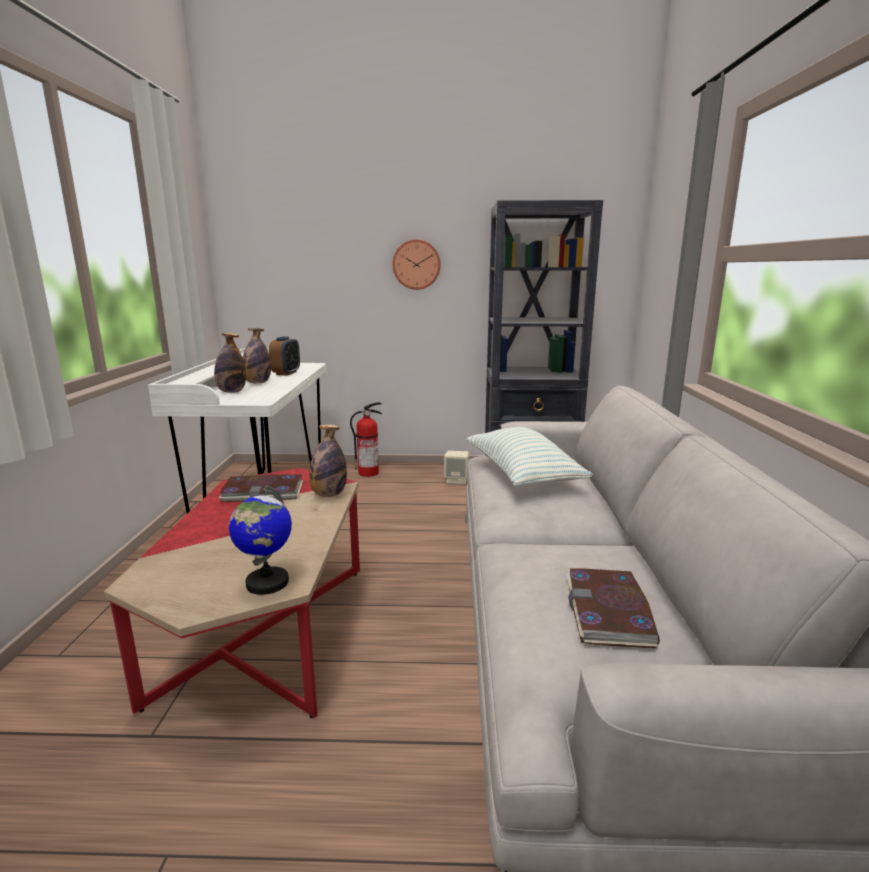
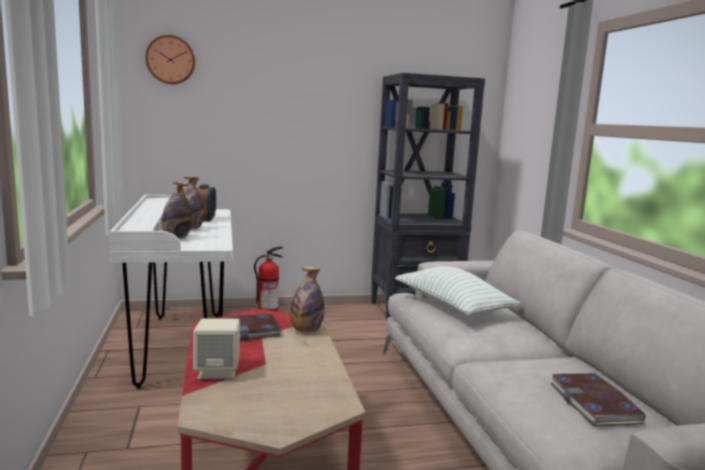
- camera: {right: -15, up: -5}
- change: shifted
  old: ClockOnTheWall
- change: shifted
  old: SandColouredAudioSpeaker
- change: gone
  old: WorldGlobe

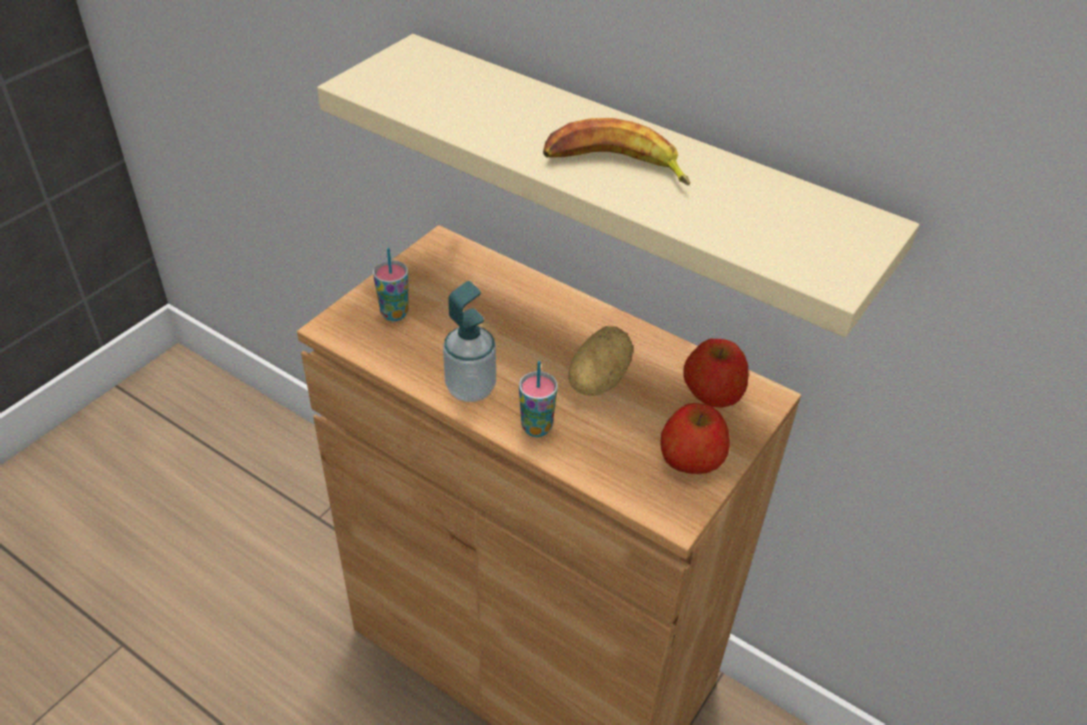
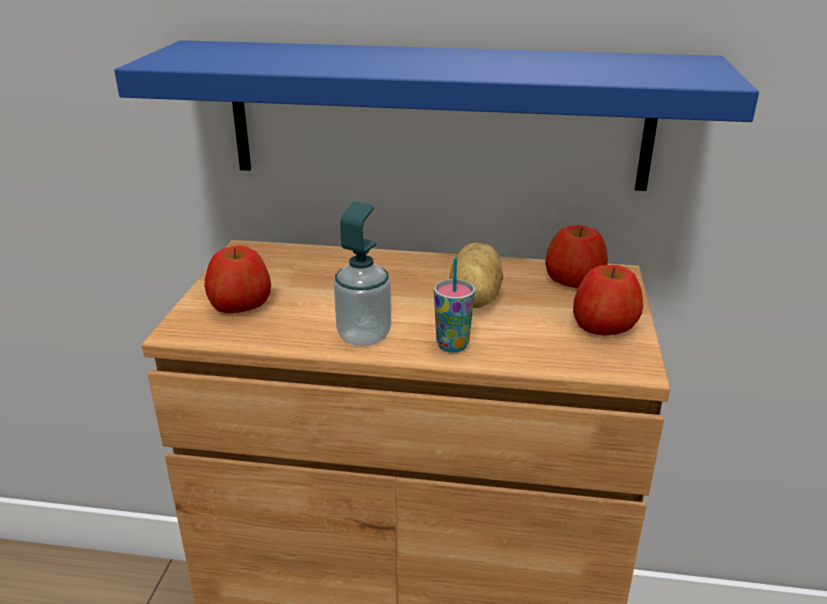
- camera: {right: -25, up: -15}
- change: repainted
  old: SandColouredShelf
  new: BlueColouredShelf
- change: swapped
  old: SmallCup (no. 1 from left)
  new: Apple (no. 1 from left)
- change: gone
  old: WholeBanana

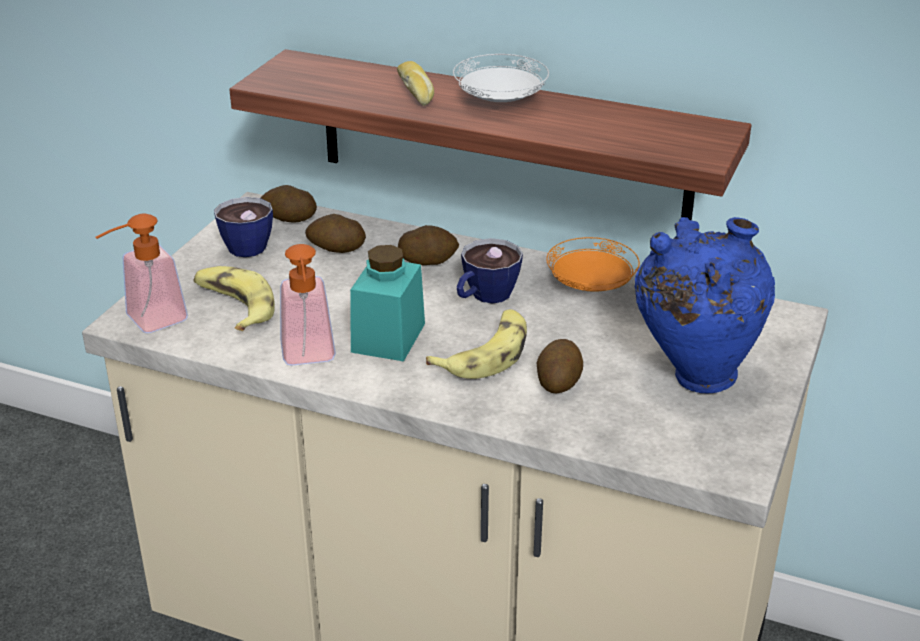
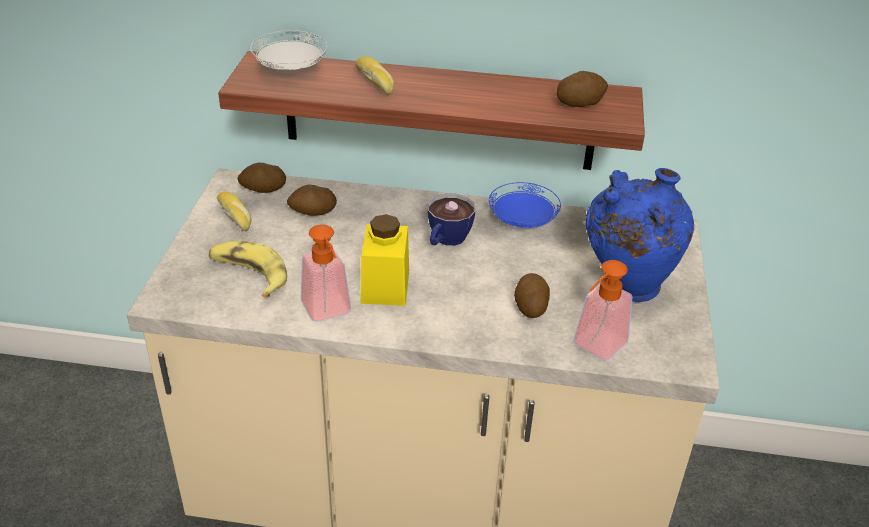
- camera: {right: -15, up: 5}
- change: swapped
  old: SmallCup (no. 1 from left)
  new: BakedBread (no. 1 from left)
- change: shifted
  old: WhitishFlatDish
- change: repainted
  old: TurquoiseColouredStorageJar
  new: YellowStorageJar
- change: repainted
  old: OrangeFlatDish
  new: BlueColouredFlatDish
- change: shifted
  old: WholePotato (no. 3 from left in the first image)
  new: WholePotato (no. 4 from left)
- change: shifted
  old: LiquidSoapBottle (no. 1 from left in the first image)
  new: LiquidSoapBottle (no. 2 from left)
- change: gone
  old: WholeBanana (no. 2 from left)

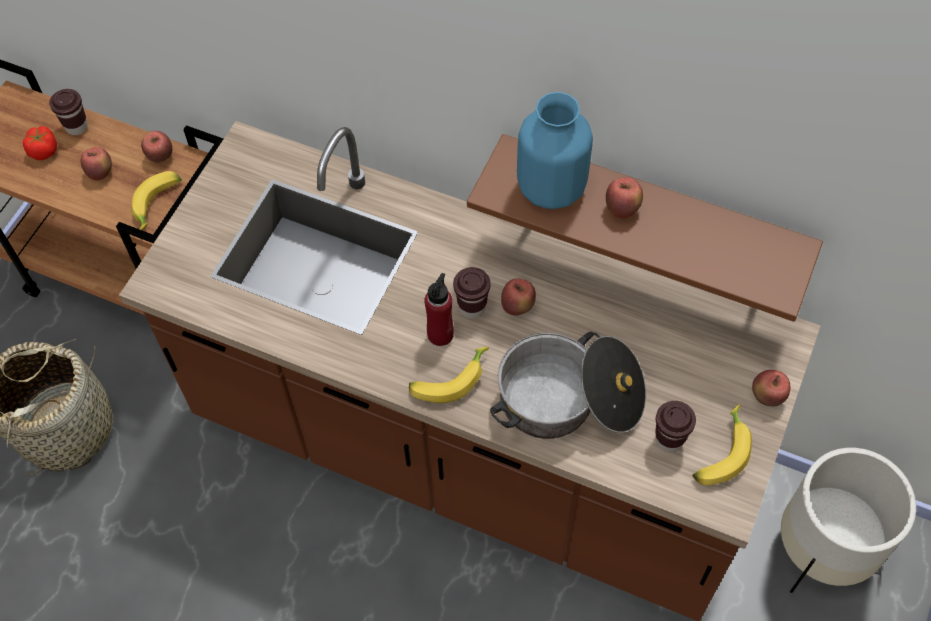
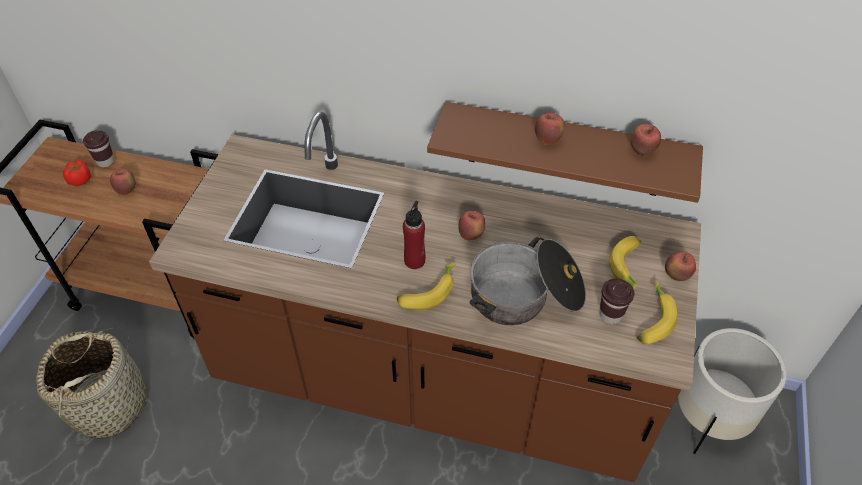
- camera: {right: -10, up: -10}
- change: shifted
  old: WholeBanana (no. 1 from left in the first image)
  new: WholeBanana (no. 2 from left)
- change: shifted
  old: Apple (no. 2 from left in the first image)
  new: Apple (no. 4 from left)
- change: gone
  old: BrownColouredSmallCup (no. 2 from left)
- change: gone
  old: BlueColouredVase

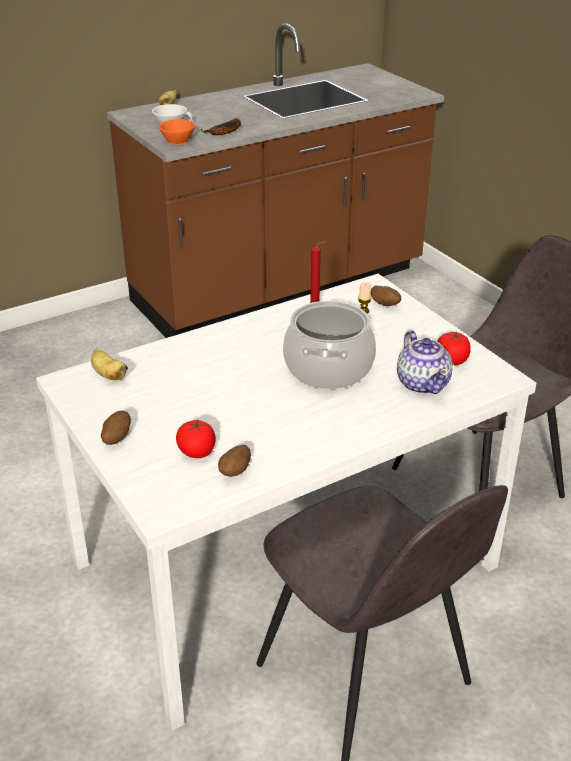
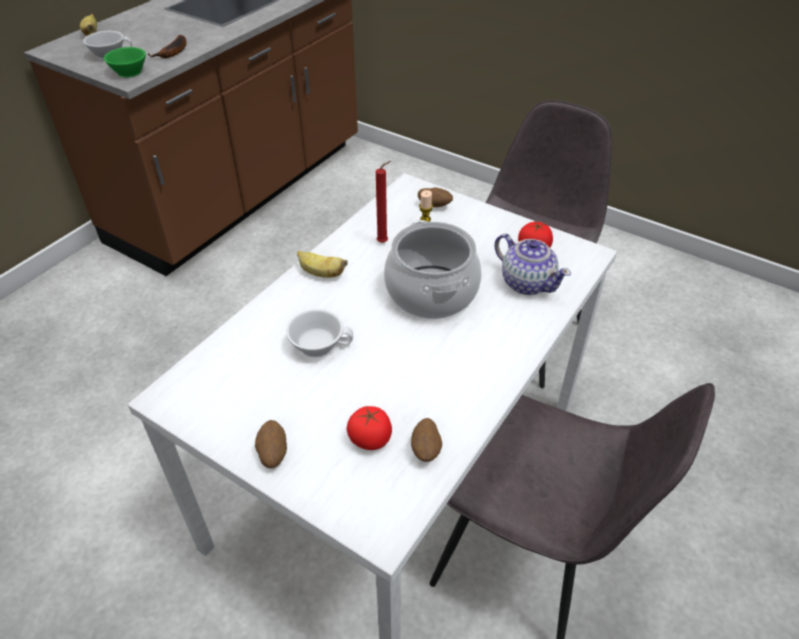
- camera: {right: -25, up: 10}
- change: repainted
  old: OrangeSmallCup
  new: GreenSmallCup
- change: new
  new: WhitishSmallCup (no. 2 from left)
- change: shifted
  old: WholeBanana (no. 1 from left in the first image)
  new: WholeBanana (no. 3 from left)

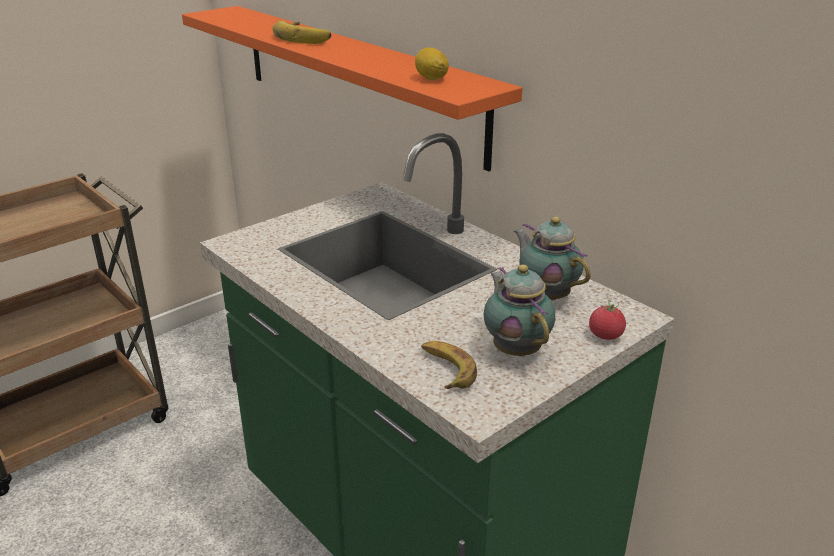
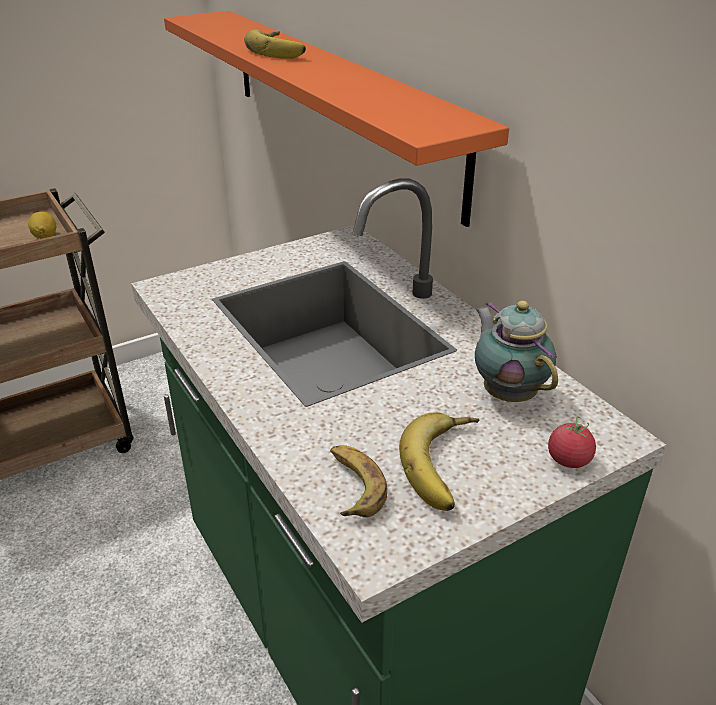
- camera: {right: 10, up: 5}
- change: shifted
  old: Lemon
- change: swapped
  old: TeaPot (no. 1 from left)
  new: WholeBanana (no. 3 from left)

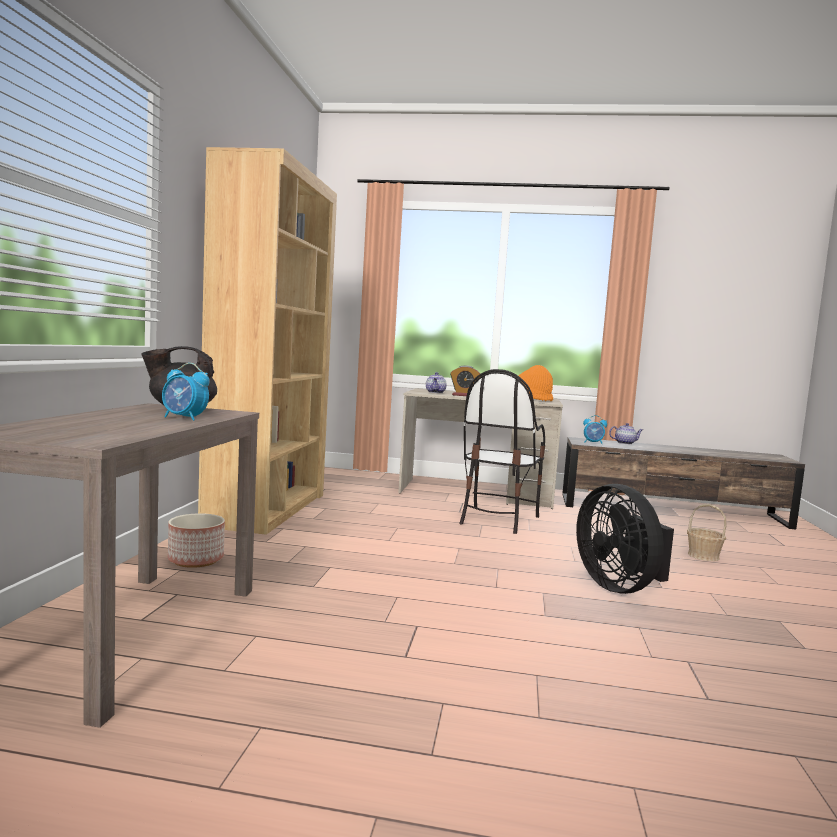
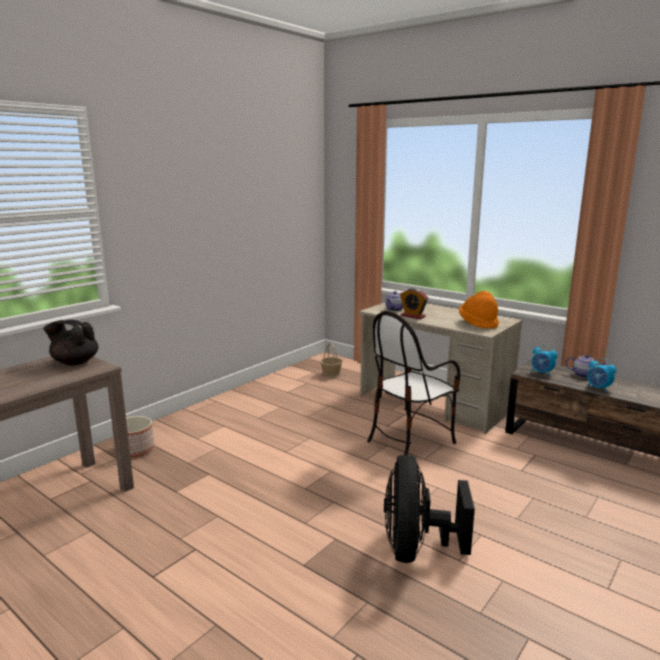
- camera: {right: 30, up: 10}
- change: shifted
  old: HouseholdBasket
- change: shifted
  old: AlarmClock (no. 1 from left in the first image)
  new: AlarmClock (no. 3 from left)
- change: gone
  old: BrownColouredBookcase

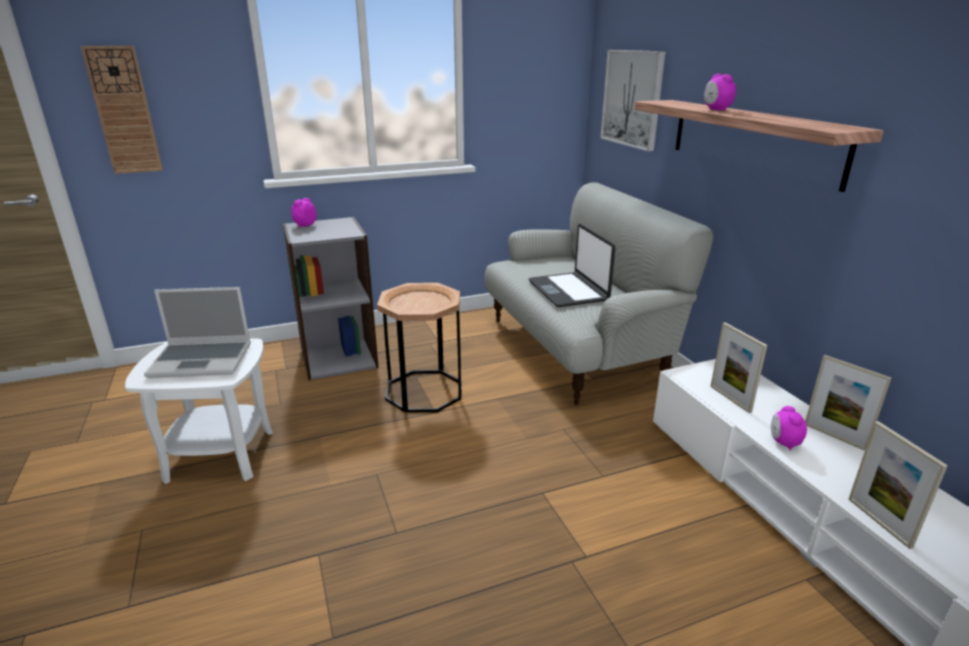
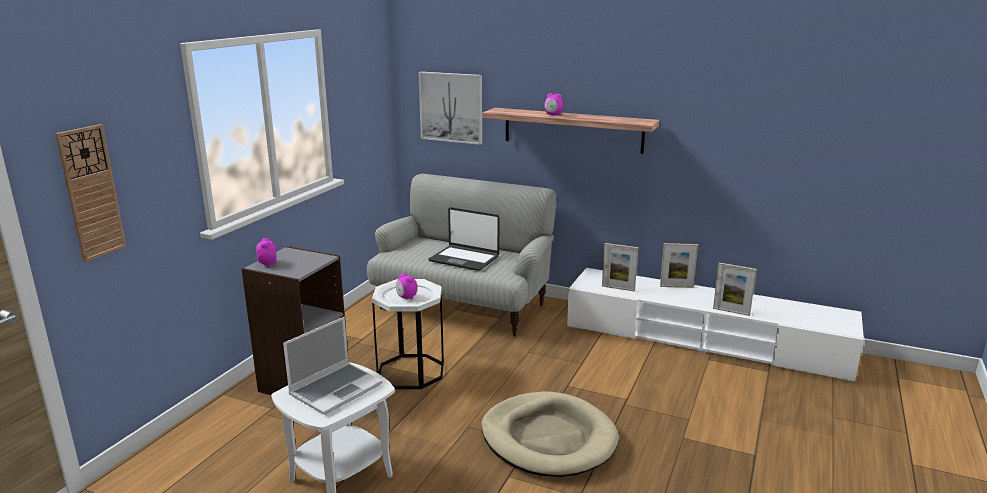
- camera: {right: -45, up: -5}
- change: repainted
  old: BrownColouredSideTable
  new: WhitishSideTable (no. 2 from left)
- change: shifted
  old: AlarmClock (no. 3 from left in the first image)
  new: AlarmClock (no. 2 from left)
- change: new
  new: SandColouredDogBed

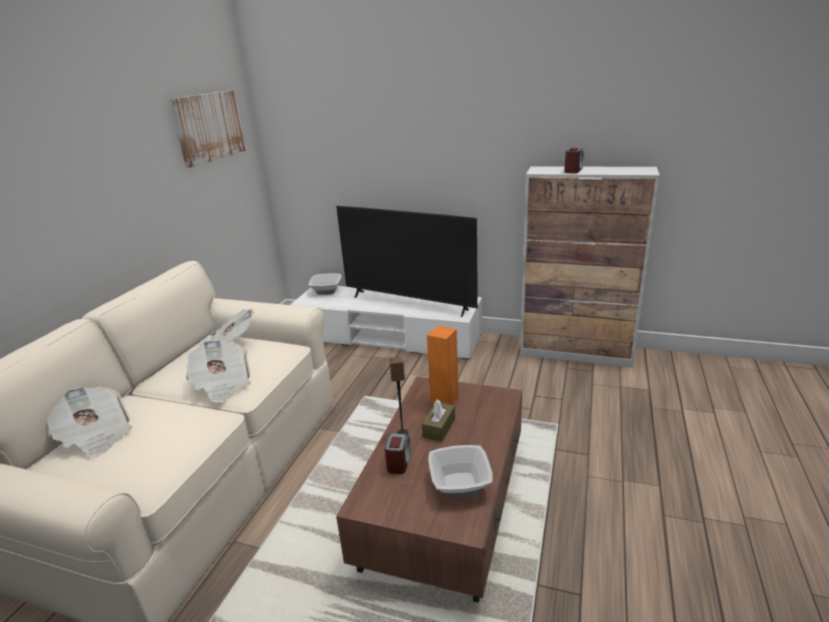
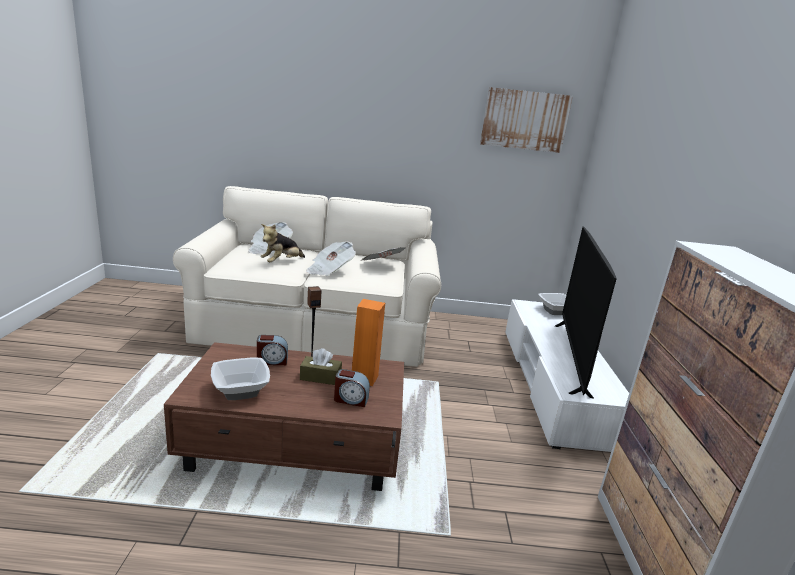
- camera: {right: 70, up: -5}
- change: new
  new: SoftToy
- change: shifted
  old: AlarmClock (no. 2 from left)

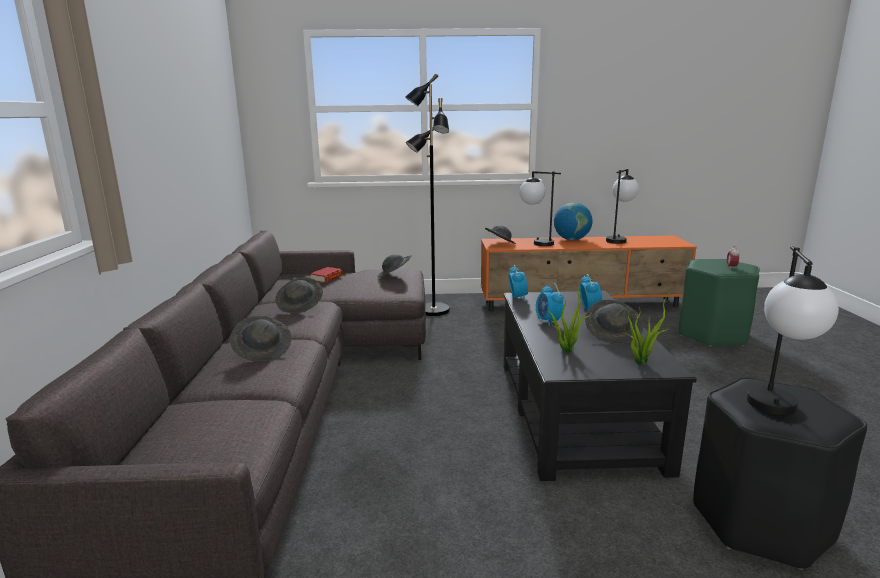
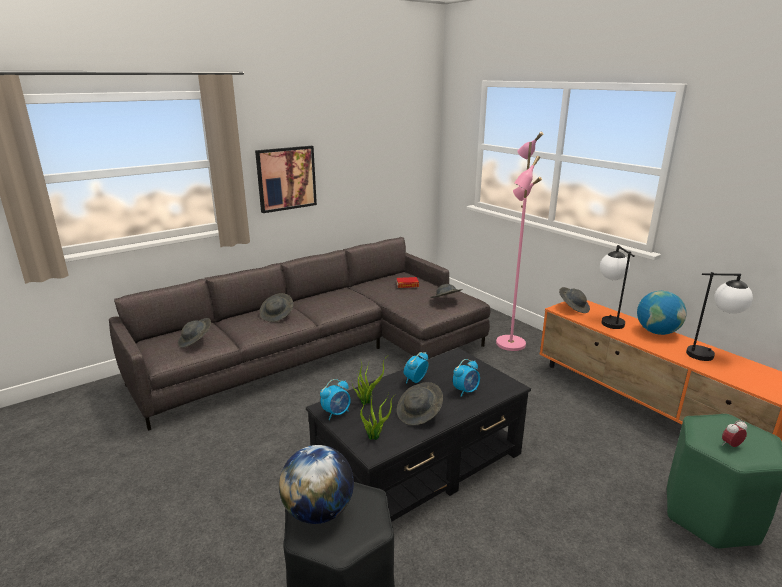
- camera: {right: 55, up: 5}
- change: shifted
  old: GreyHat (no. 2 from left in the first image)
  new: GreyHat (no. 1 from left)
- change: new
  new: WallPicture
- change: swapped
  old: TableLamp (no. 3 from left)
  new: WorldGlobe (no. 1 from left)
- change: shifted
  old: AlarmClock (no. 1 from left)
- change: repainted
  old: BlackishStandardLamp
  new: PinkishStandardLamp

